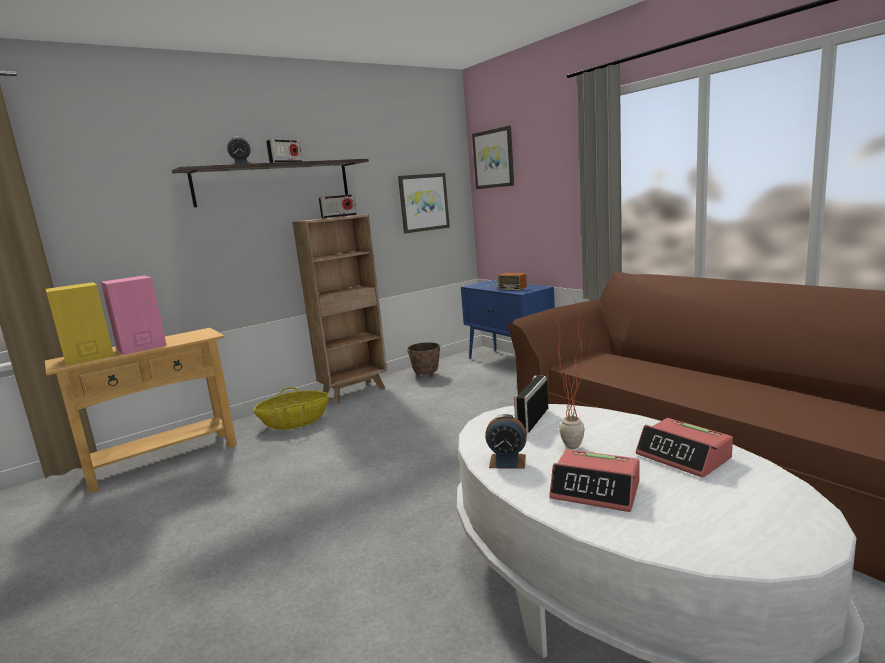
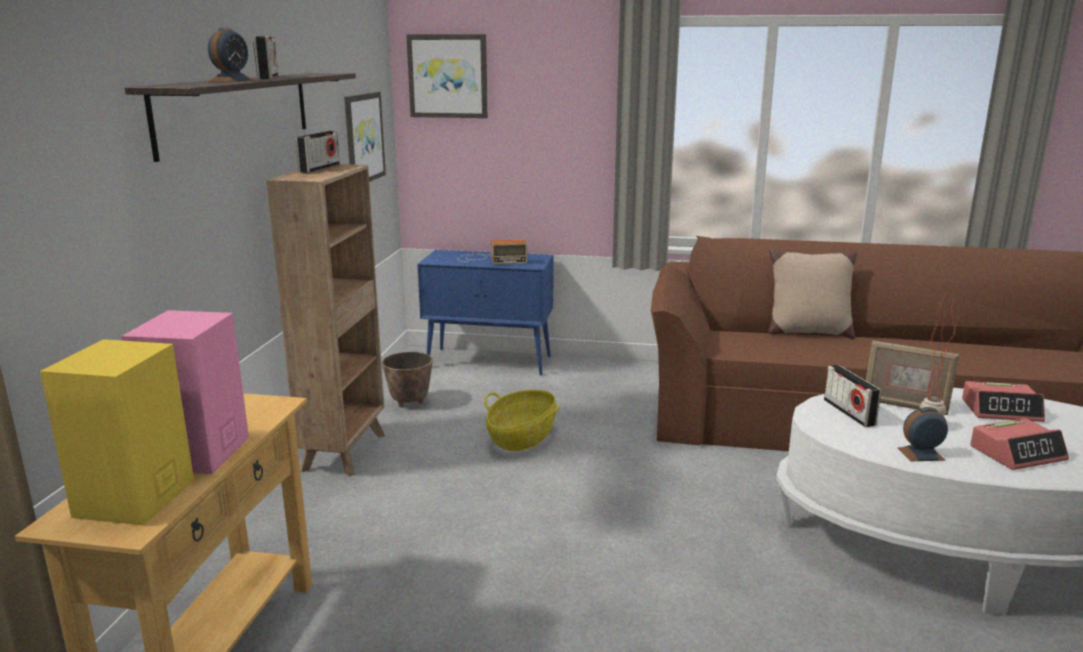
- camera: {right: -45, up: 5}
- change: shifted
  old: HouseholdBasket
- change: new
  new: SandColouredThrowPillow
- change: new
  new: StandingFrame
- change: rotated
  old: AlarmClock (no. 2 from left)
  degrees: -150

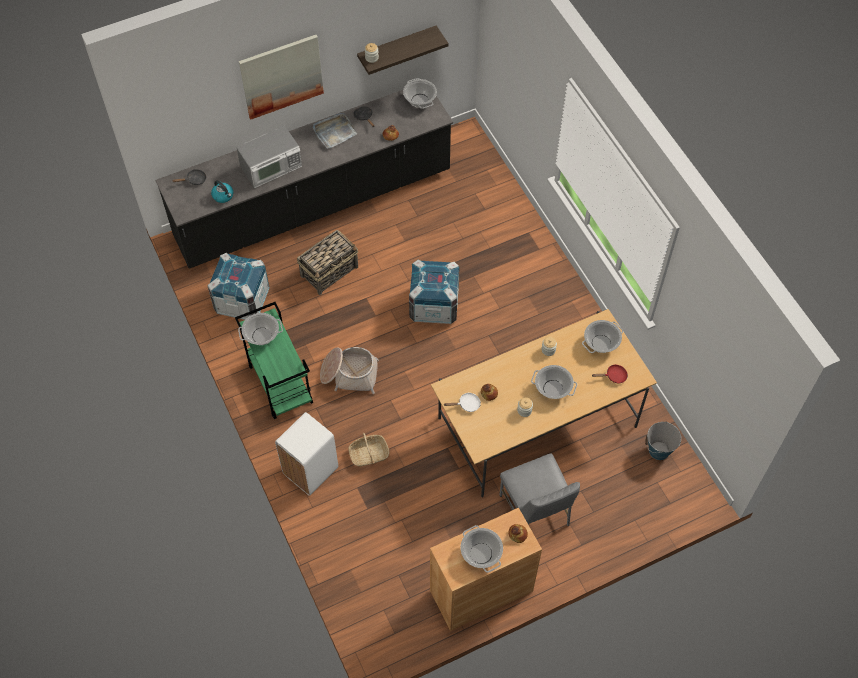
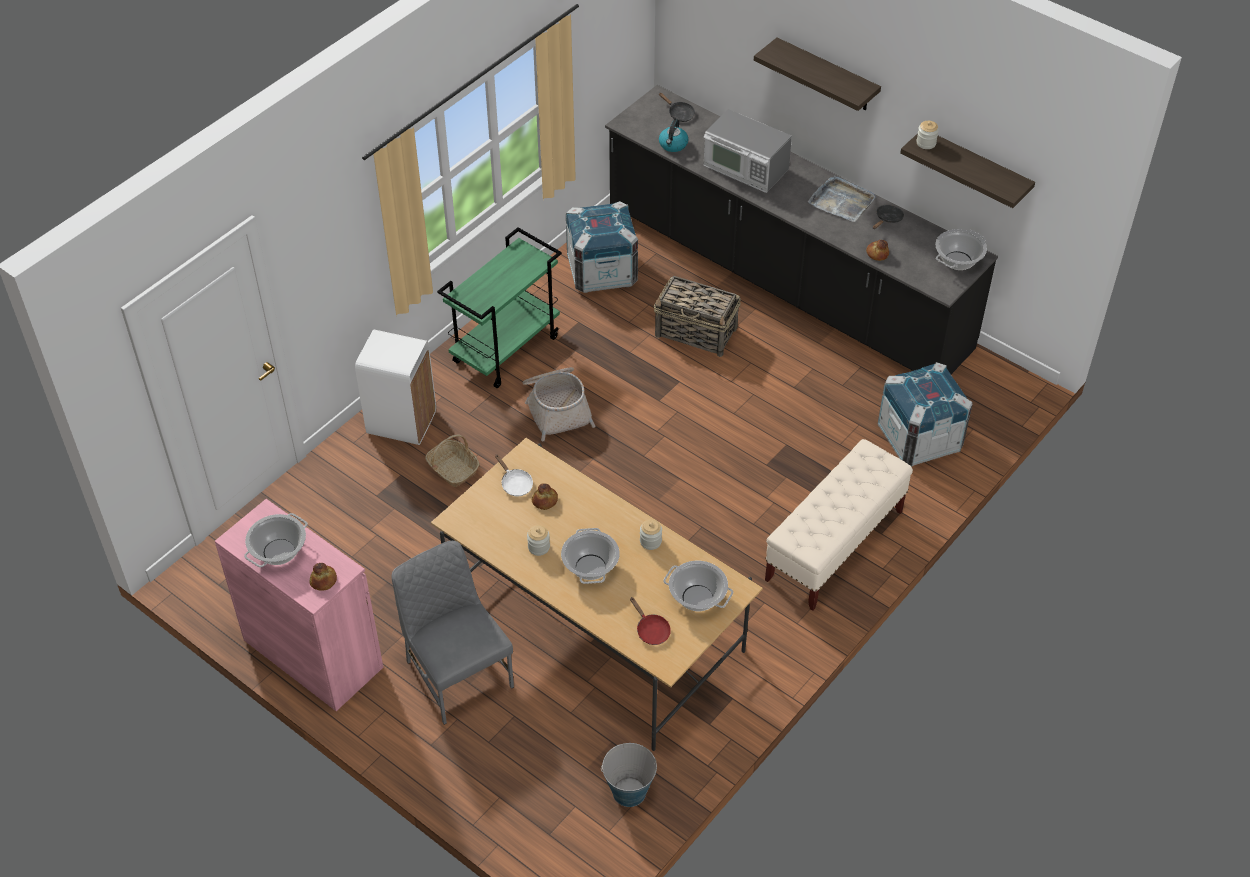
- camera: {right: 65, up: -10}
- change: repainted
  old: BrownColouredCabinet
  new: PinkishCabinet
- change: rotated
  old: GreyUprightChair
  degrees: 105
- change: swapped
  old: WallPicture
  new: Shelf (no. 1 from left)
- change: new
  new: SandColouredLongSeat
- change: shifted
  old: Crate (no. 2 from left)
- change: gone
  old: Stockpot (no. 1 from left)

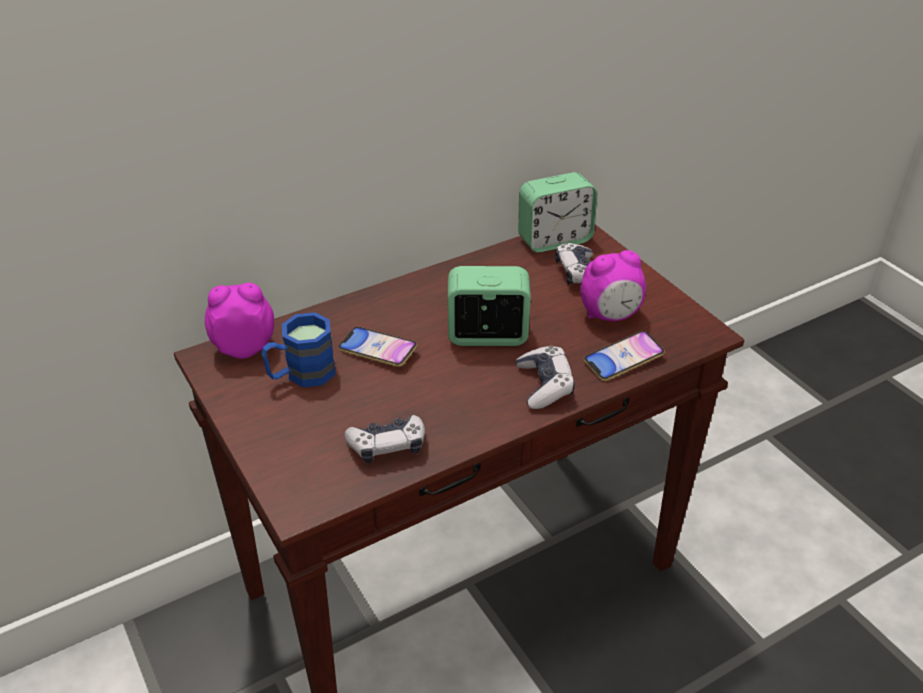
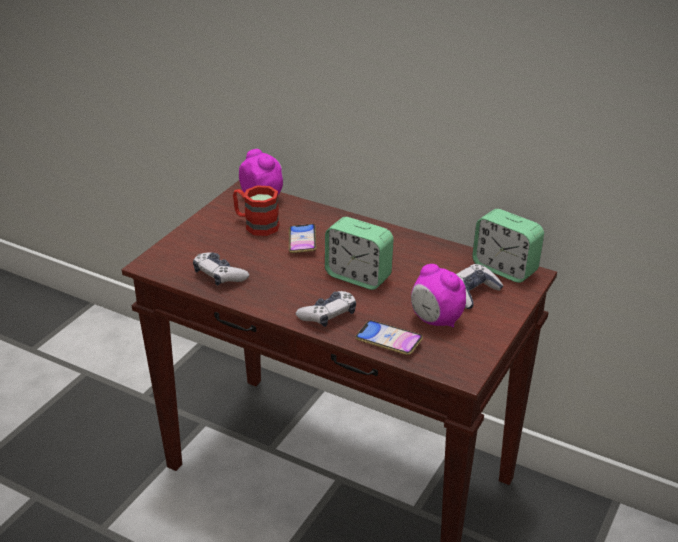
- camera: {right: 60, up: -5}
- change: repainted
  old: BlueColouredTeaMug
  new: RedTeaMug
- change: rotated
  old: AlarmClock (no. 2 from left)
  degrees: 150

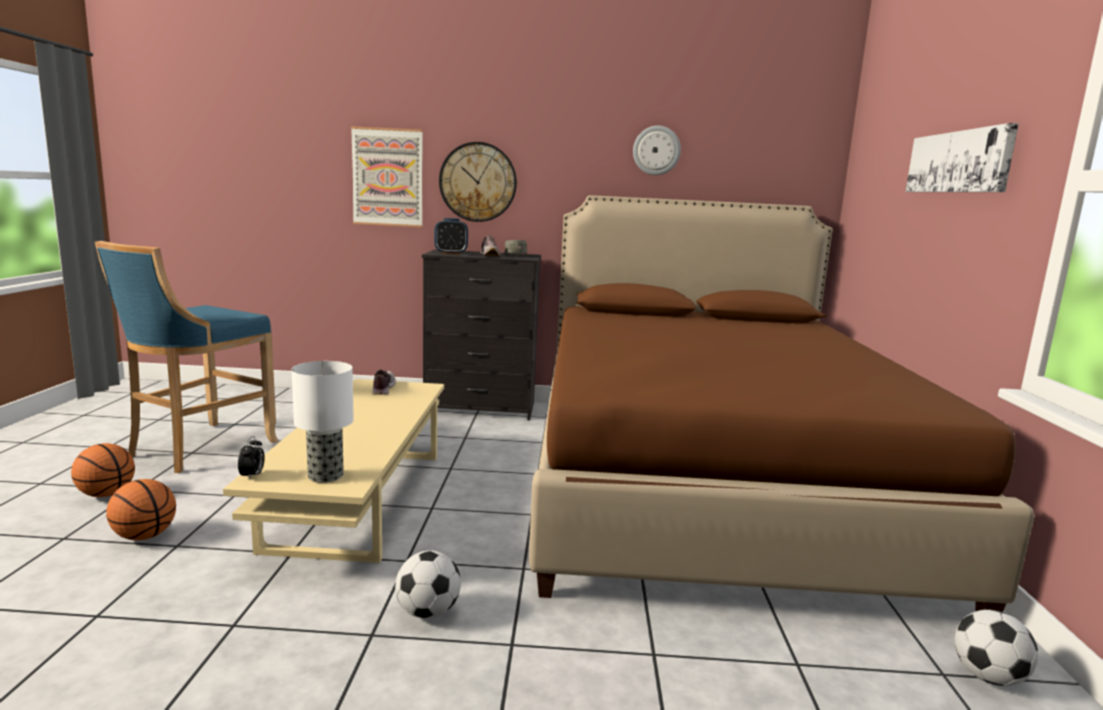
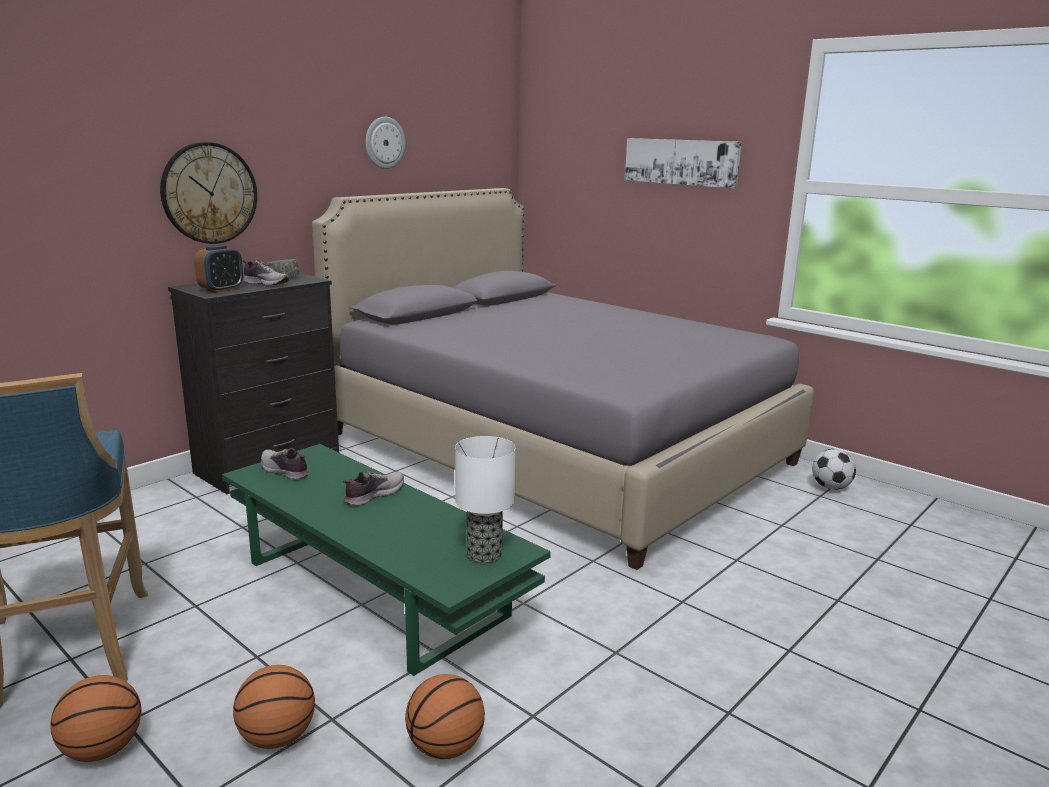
- camera: {right: -50, up: 5}
- change: repainted
  old: SandColouredCoffeeTable
  new: GreenCoffeeTable
- change: repainted
  old: BrownColouredBedroomBed
  new: GreyBedroomBed
- change: new
  new: Shoe (no. 3 from left)
- change: new
  new: BasketballBall (no. 3 from left)
- change: gone
  old: AlarmClock (no. 1 from left)
- change: gone
  old: WallPicture (no. 1 from left)
- change: gone
  old: Football (no. 1 from left)

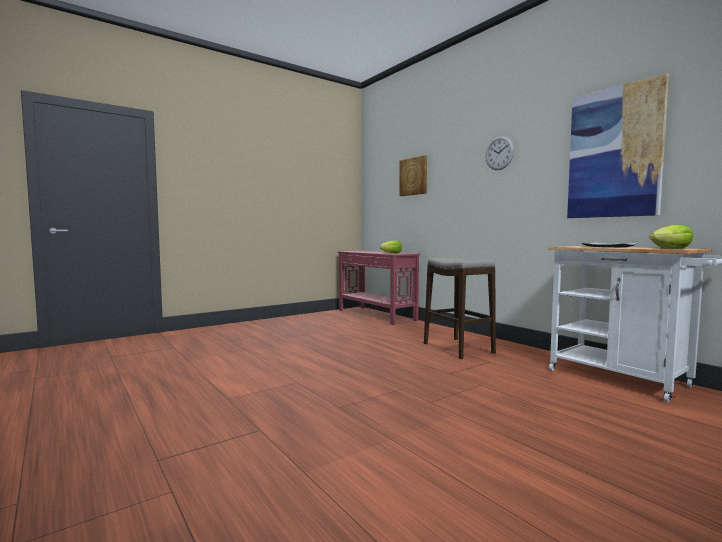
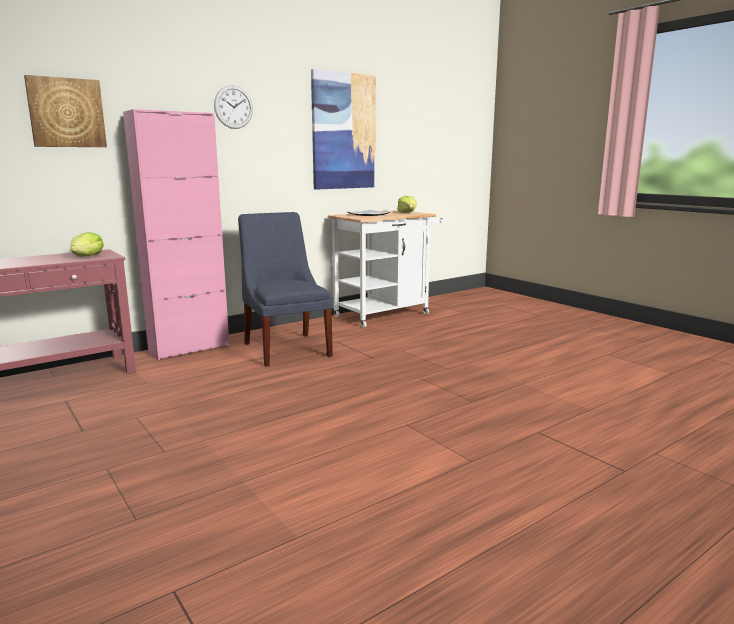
- camera: {right: -90, up: 10}
- change: new
  new: PinkishCabinet
- change: swapped
  old: StoolSeat
  new: BlueColouredUprightChair

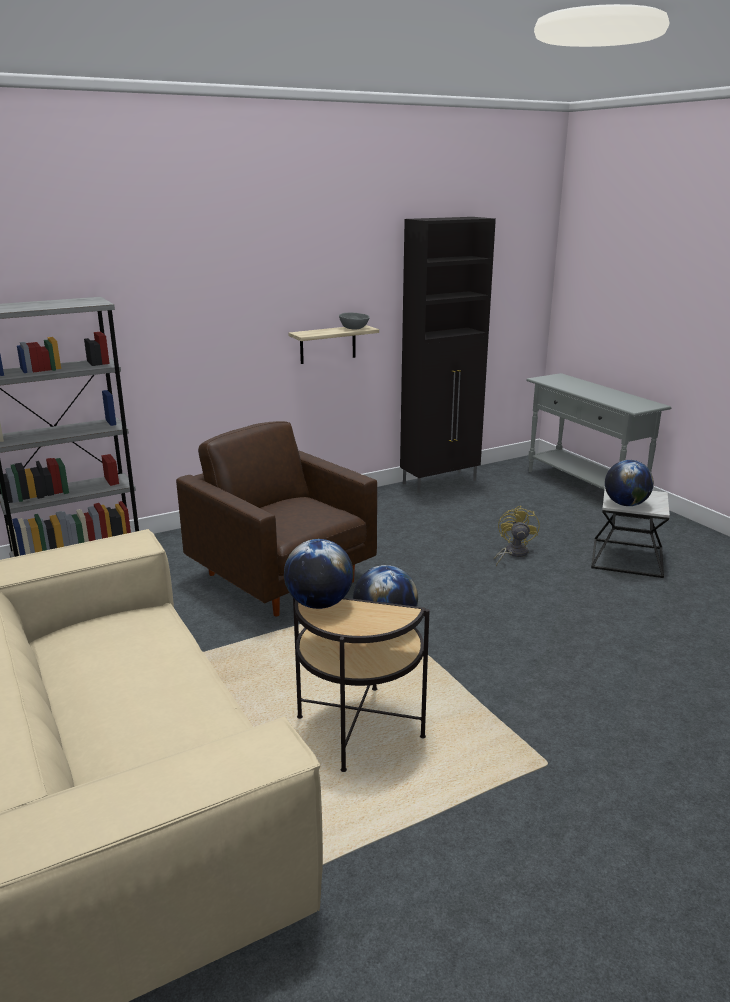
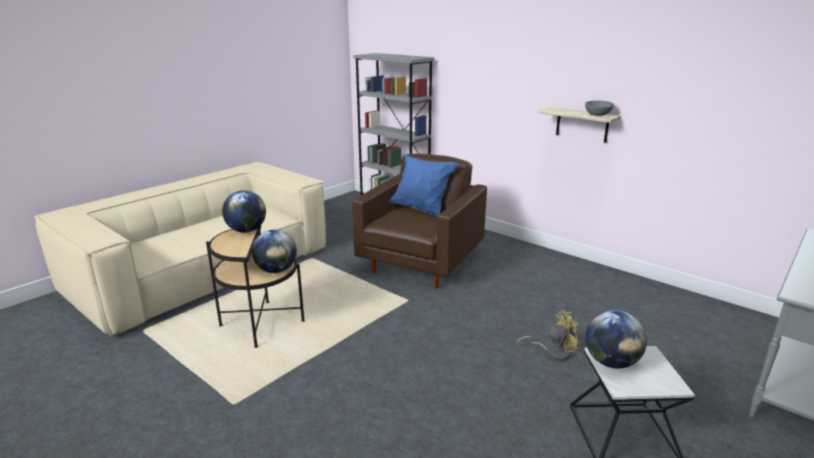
- camera: {right: 70, up: 0}
- change: new
  new: BlueColouredThrowPillow
- change: gone
  old: BlackishCabinet

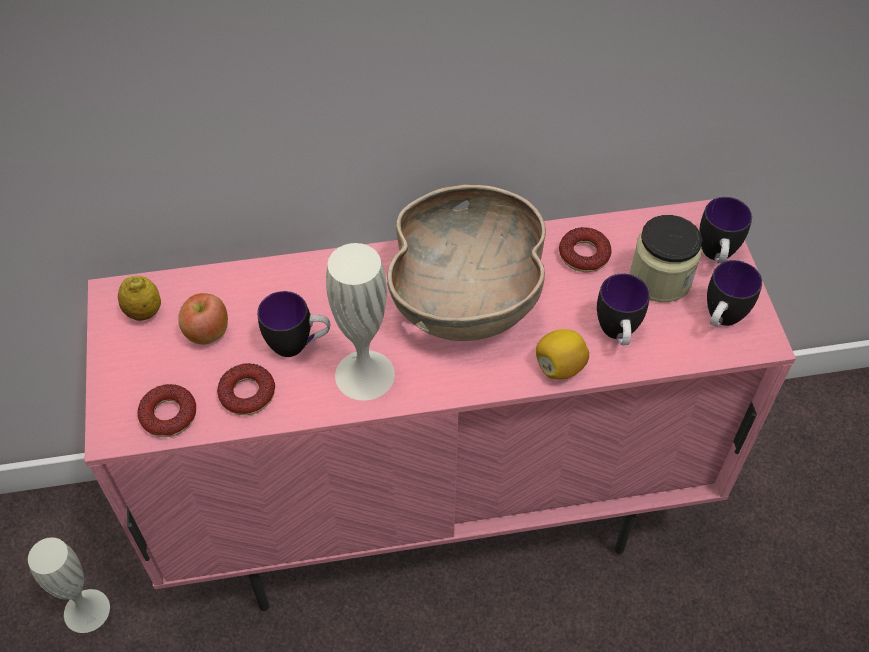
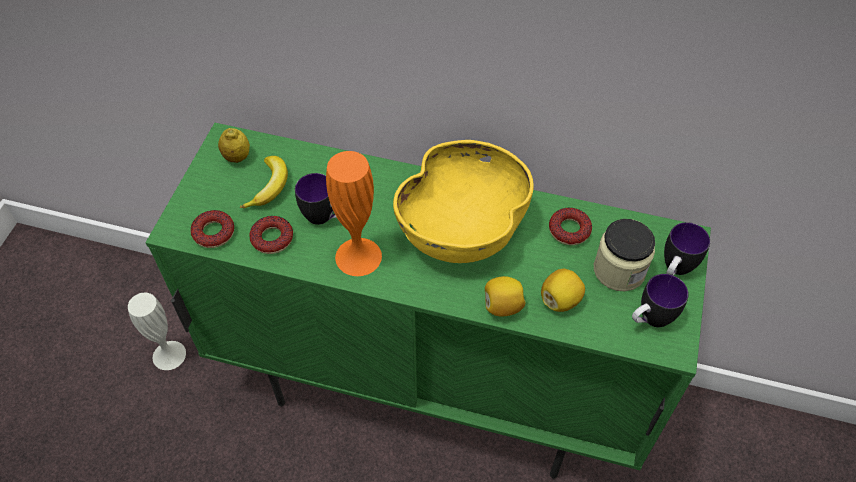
- camera: {right: 25, up: 0}
- change: repainted
  old: PinkishCabinet
  new: GreenCabinet
- change: swapped
  old: Apple
  new: WholeBanana
- change: repainted
  old: WhitishVase (no. 2 from left)
  new: OrangeVase
- change: repainted
  old: BrownColouredDeepDish
  new: YellowDeepDish
- change: swapped
  old: TeaMug (no. 2 from left)
  new: Lemon (no. 3 from left)

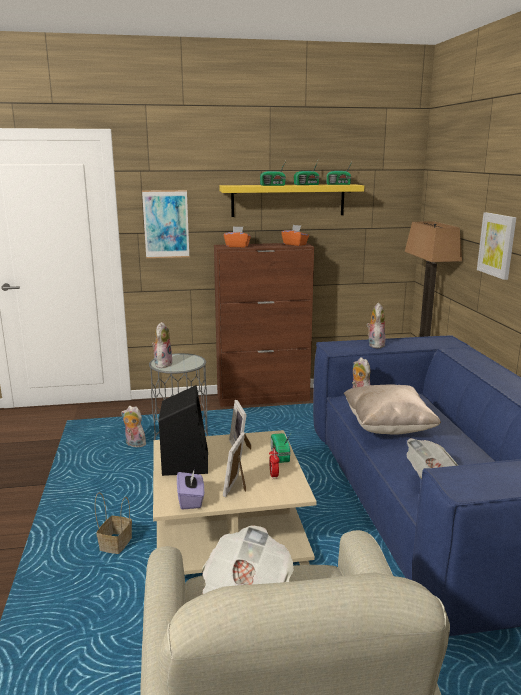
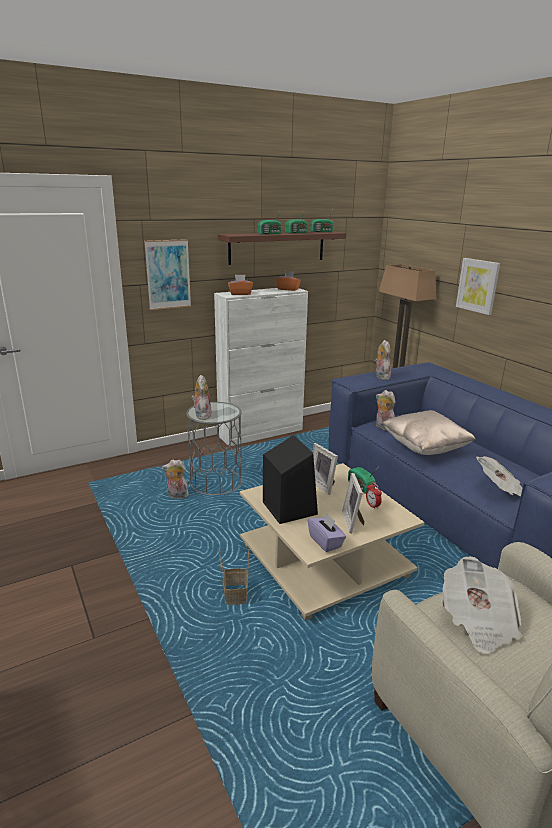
- camera: {right: -20, up: 5}
- change: repainted
  old: BrownColouredCabinet
  new: WhitishCabinet
- change: repainted
  old: YellowShelf
  new: BrownColouredShelf

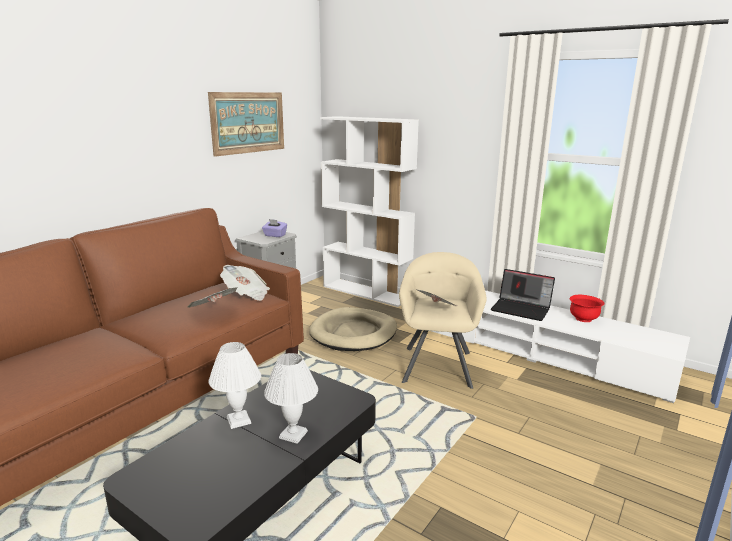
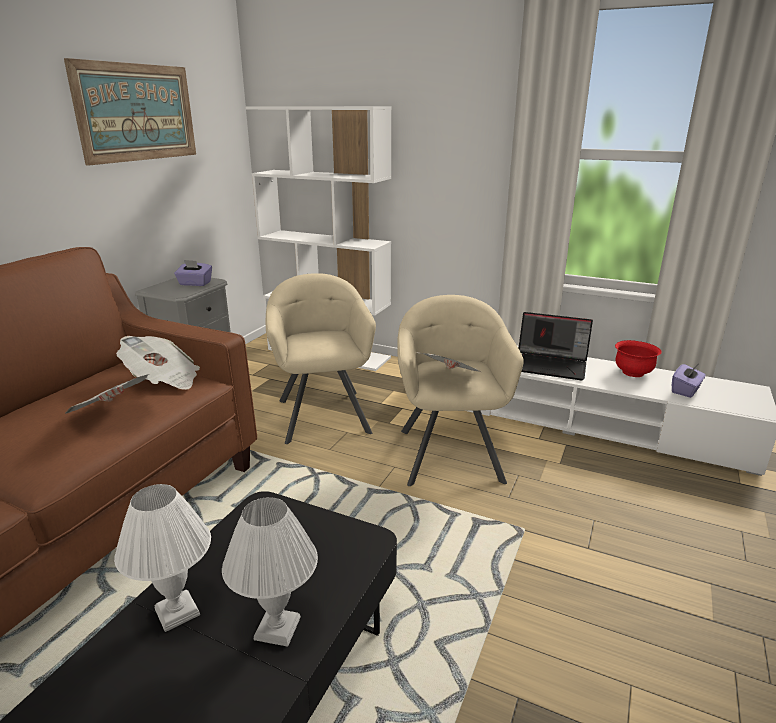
- camera: {right: -10, up: 5}
- change: swapped
  old: SandColouredDogBed
  new: SandColouredArmchair (no. 1 from left)
- change: new
  new: PurplishBoxOfTissues (no. 2 from left)

